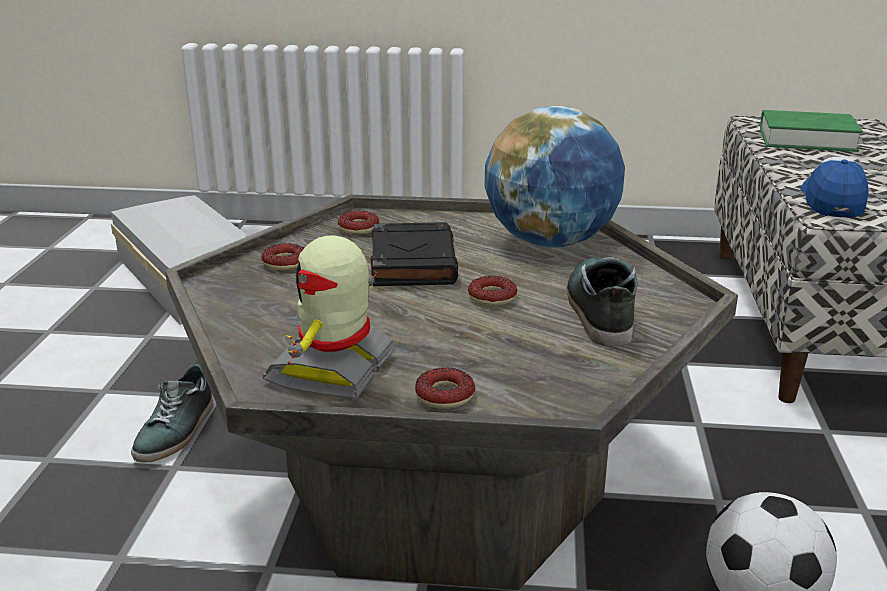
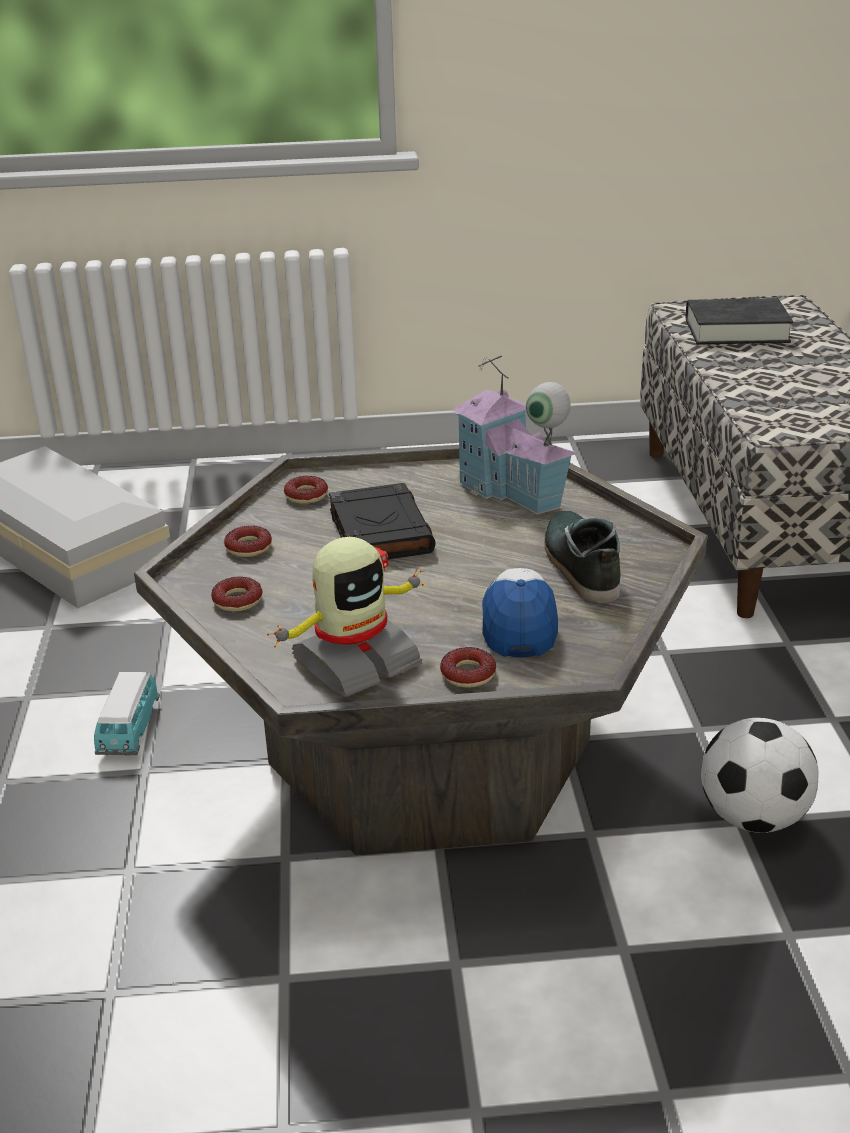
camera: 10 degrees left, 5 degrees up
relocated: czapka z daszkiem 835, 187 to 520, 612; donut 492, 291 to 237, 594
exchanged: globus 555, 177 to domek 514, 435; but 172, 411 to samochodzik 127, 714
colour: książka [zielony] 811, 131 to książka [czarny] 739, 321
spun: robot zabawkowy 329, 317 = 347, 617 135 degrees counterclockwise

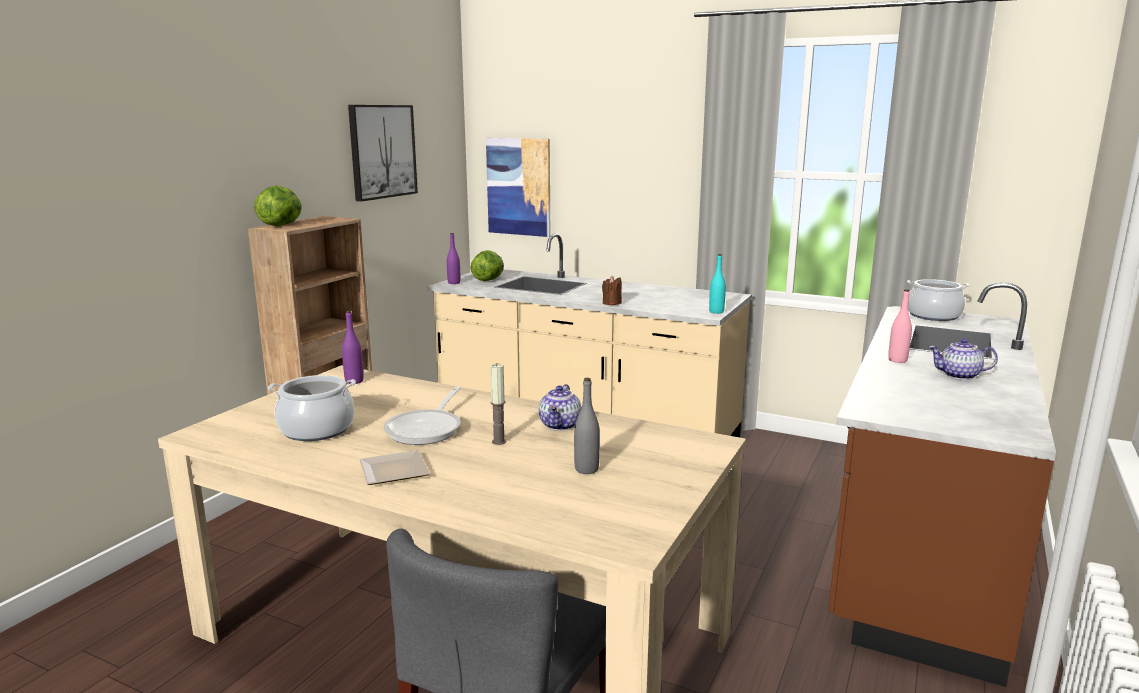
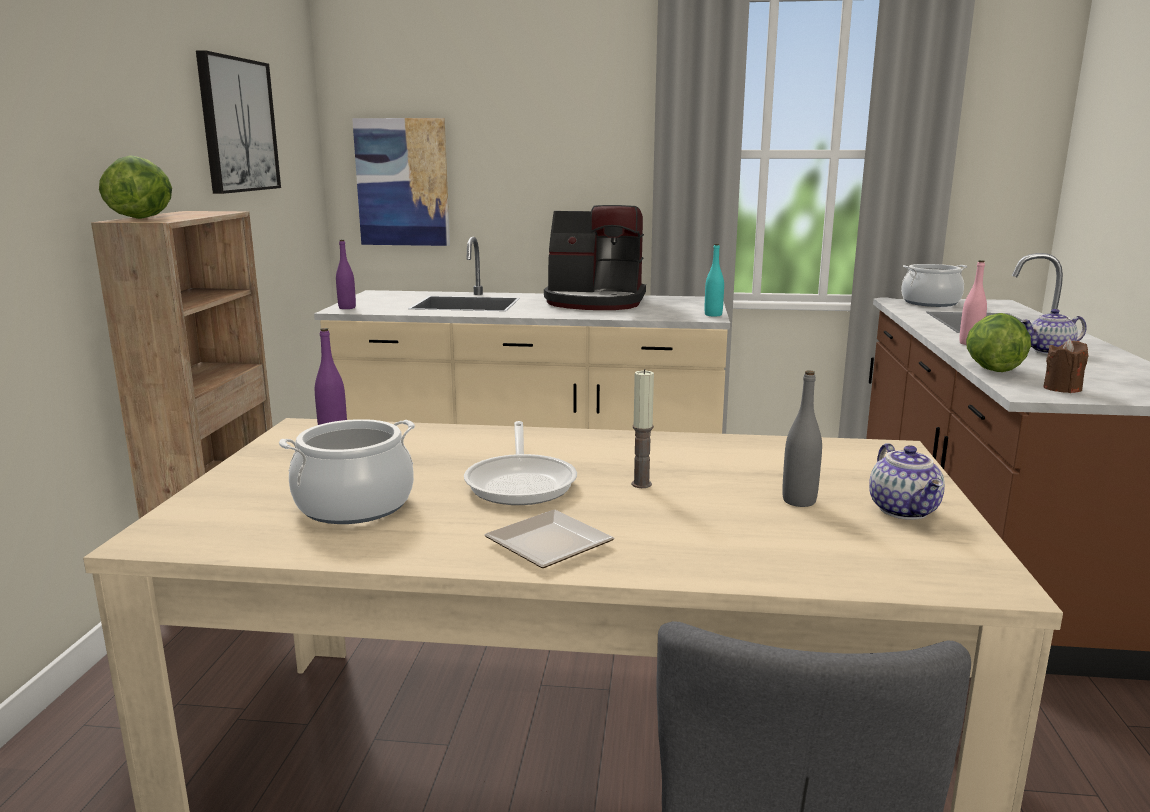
camera: 20 degrees left, 0 degrees up
appeared: ekspres do kawy 595, 257
relocated: sałata 487, 265 to 998, 342; świeca [brązowy] 612, 290 to 1065, 366; imbryk 560, 407 to 907, 481

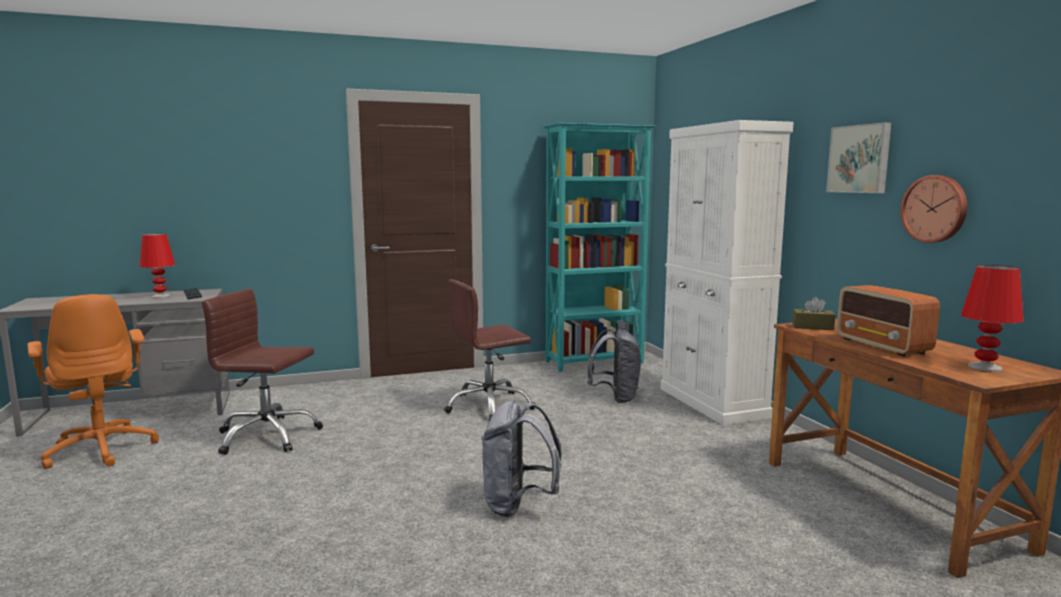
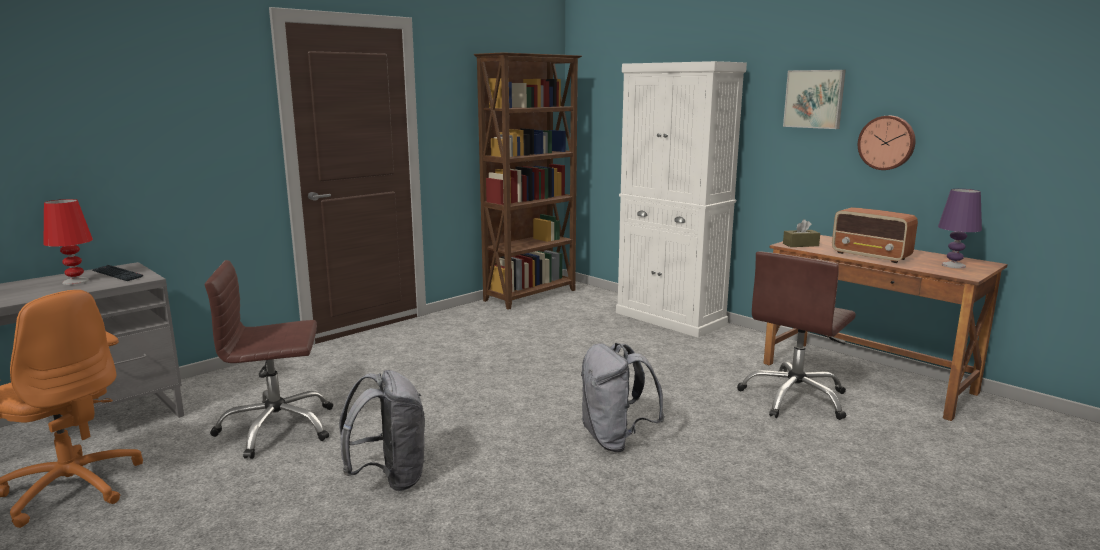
camera: 25 degrees left, 5 degrees up
relocated: krzesło biurowe [brązowy] 489, 350 to 796, 335; plecak [szary] 614, 365 to 382, 430
colour: regał [turkusowy] 599, 247 to regał [brązowy] 528, 181; lampa stołowa [czerwony] 992, 318 to lampa stołowa [fioletowy] 960, 228

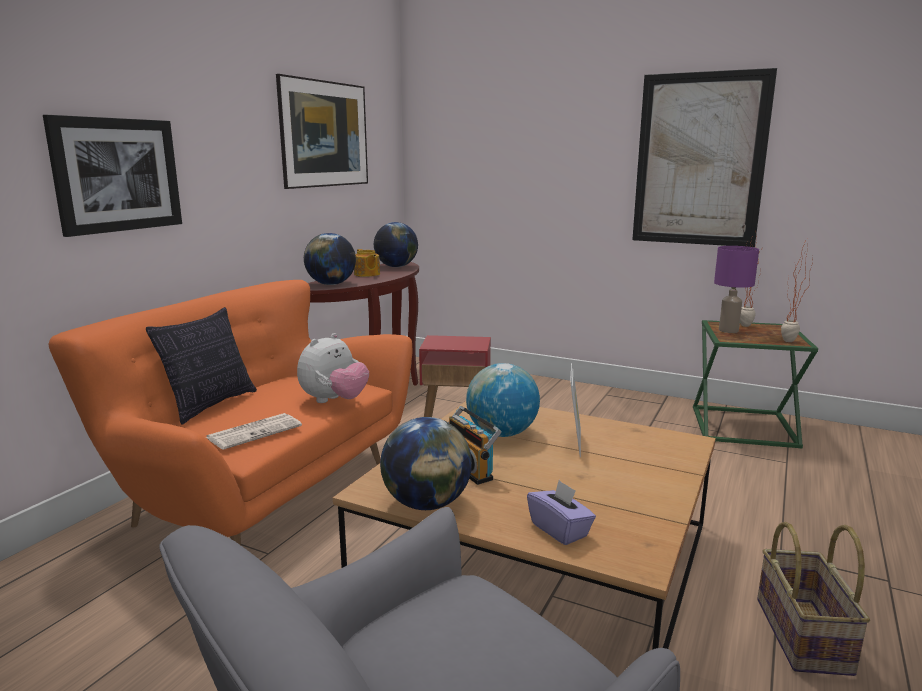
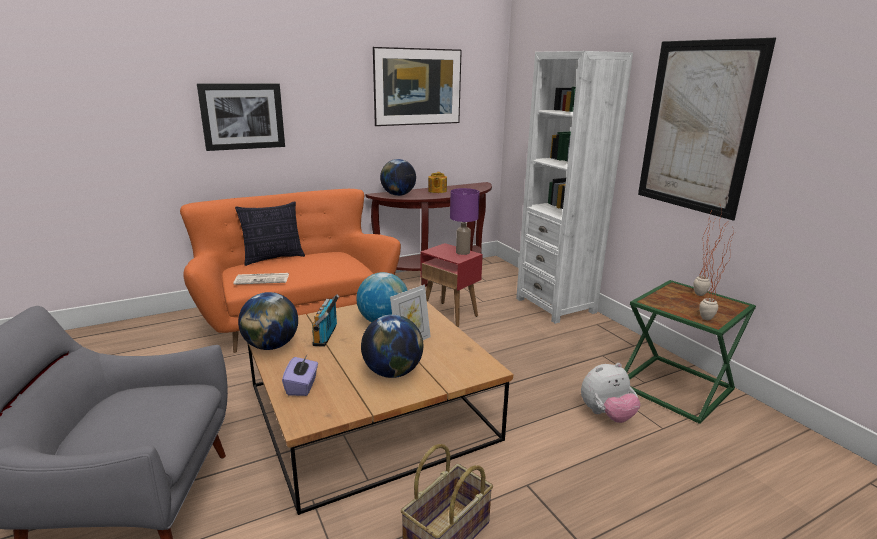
camera: 35 degrees right, 5 degrees up
appeared: regał [biały] 574, 187
relocated: globus 396, 244 to 392, 346; lampa stołowa [fioletowy] 736, 289 to 465, 221; pluszak 333, 368 to 611, 393

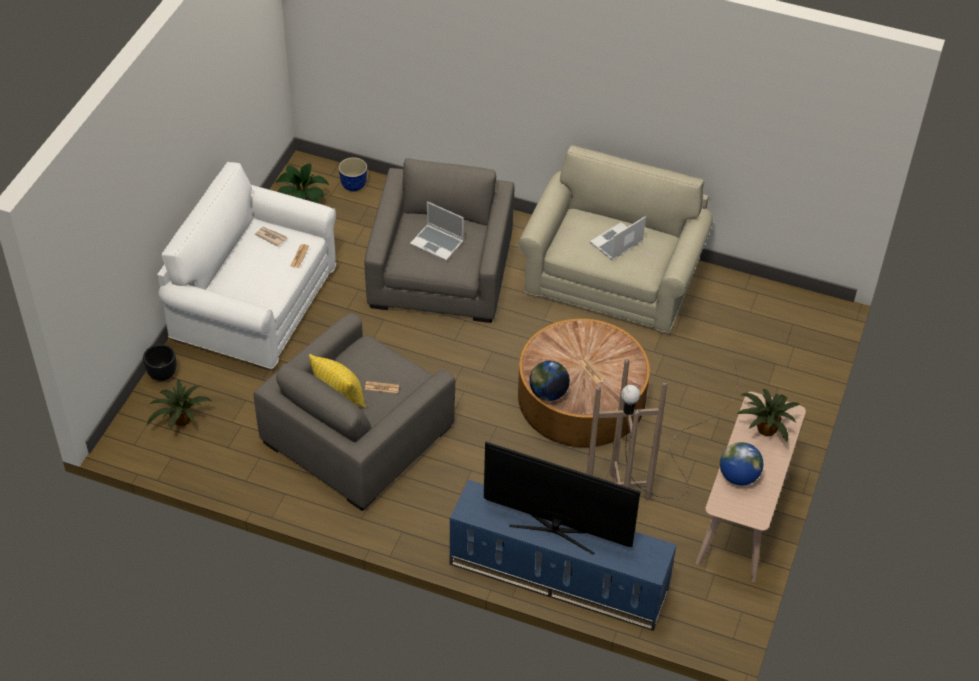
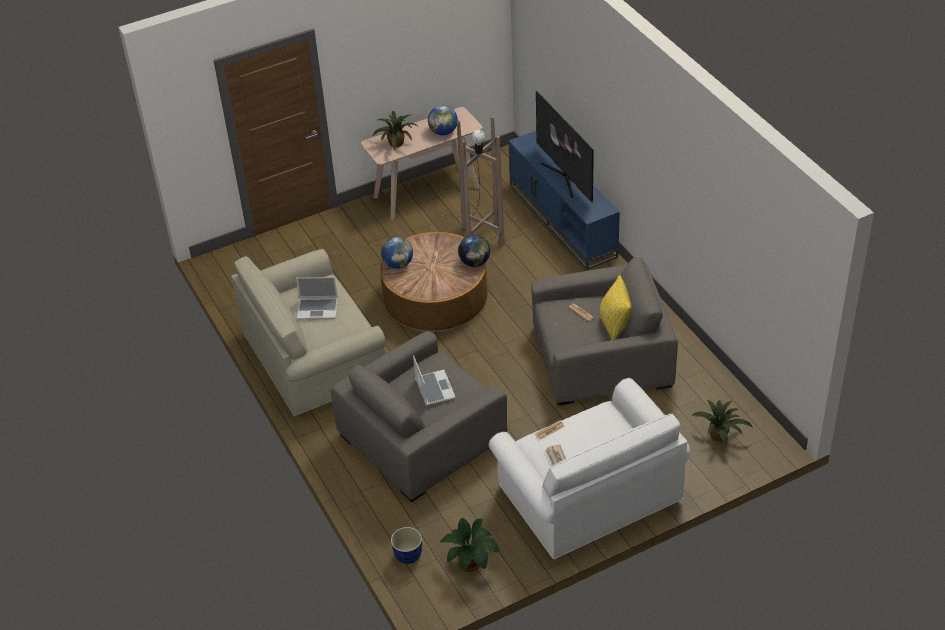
camera: 135 degrees left, 5 degrees down
missing: donica [czarny] 159, 362
appeared: globus 397, 253

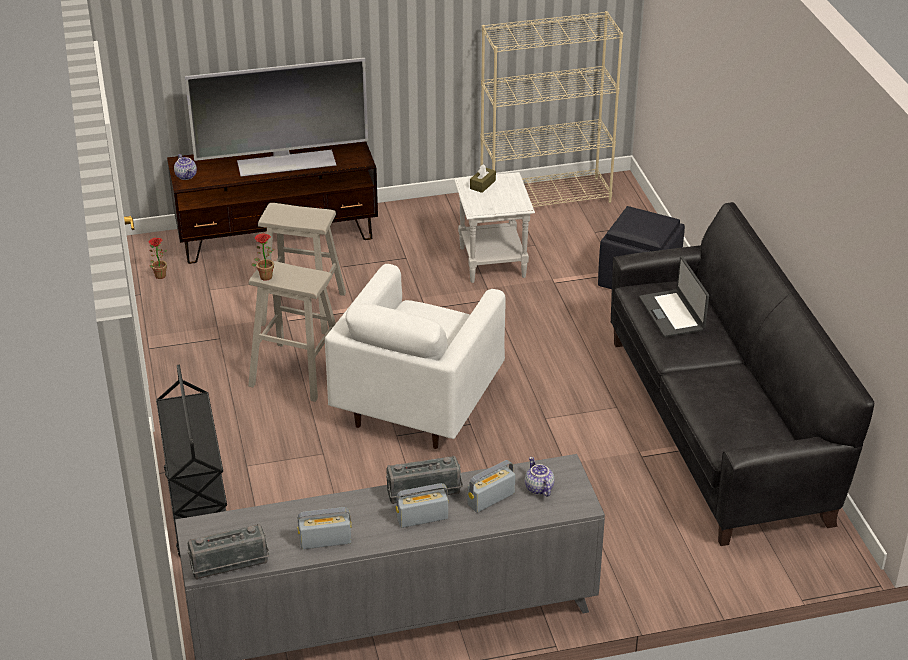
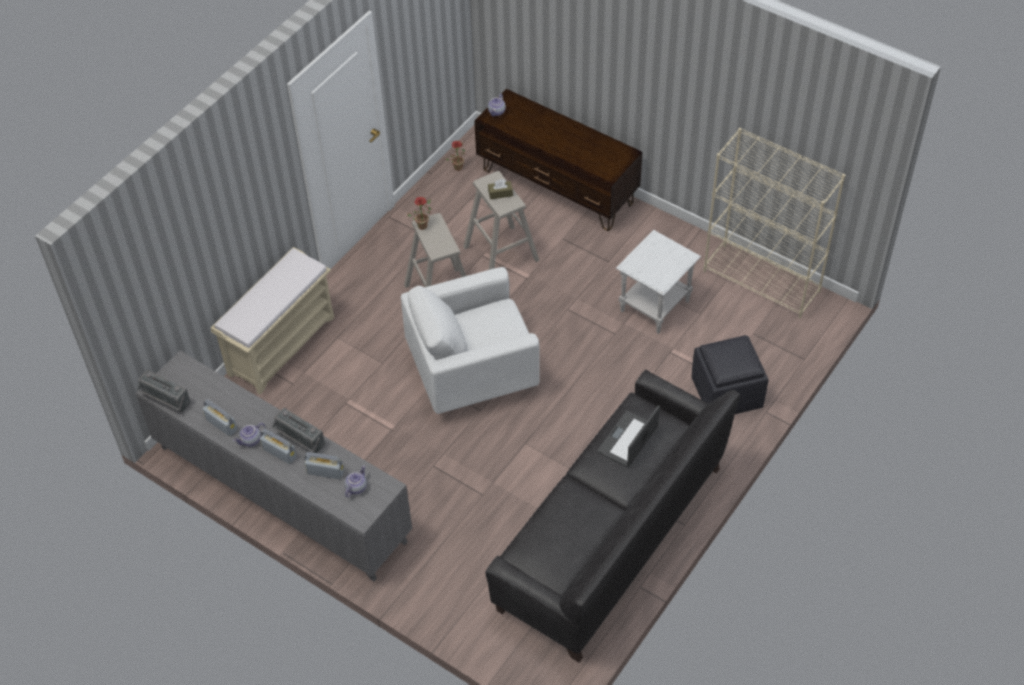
camera: 50 degrees right, 15 degrees up
missing: telewizor 276, 117
appeared: imbryk 249, 435
relocated: pudełko chusteczek [brązowy] 483, 178 to 500, 189
exchanged: wózek [czarny] 191, 461 to ławka [beżowy] 272, 321

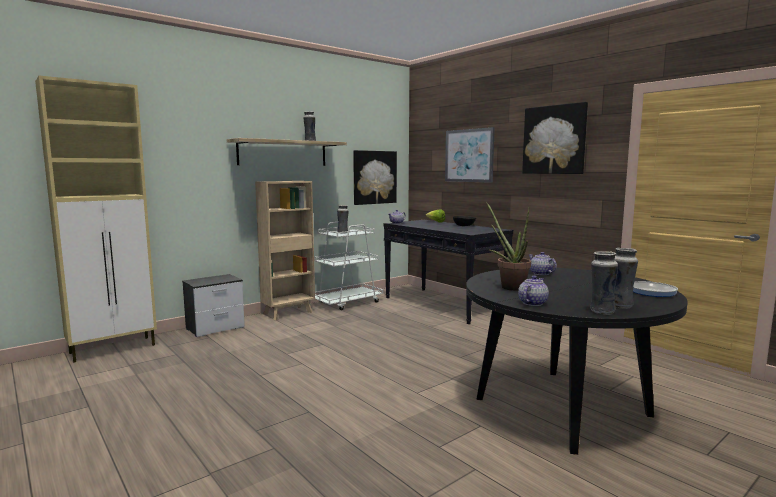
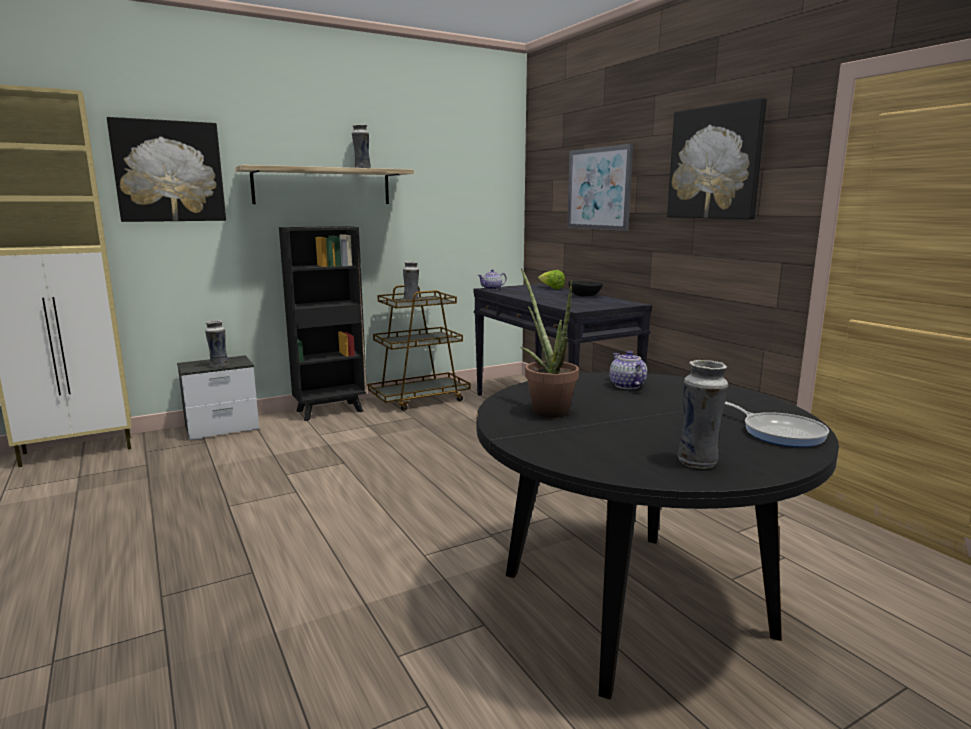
camera: 10 degrees right, 5 degrees up
missing: imbryk 533, 291
relocated: obraz 375, 177 to 166, 169; wazon 604, 283 to 217, 344
colour: regał [beżowy] 285, 250 to regał [czarny] 323, 323; wózek [biały] 348, 266 to wózek [brązowy] 419, 348

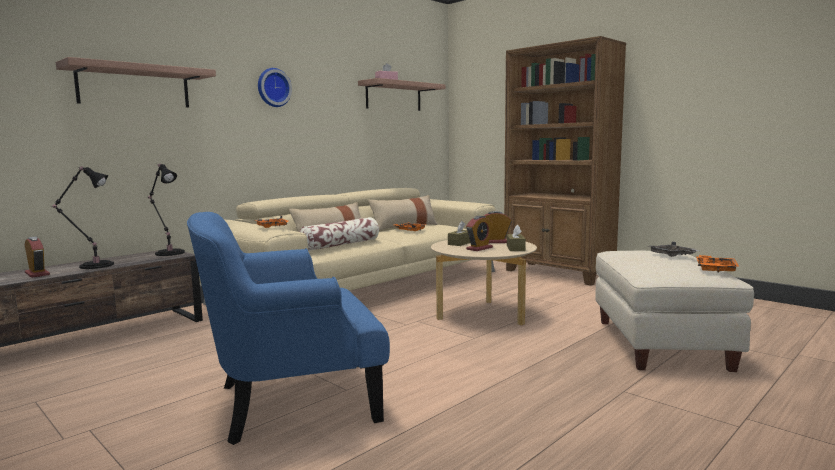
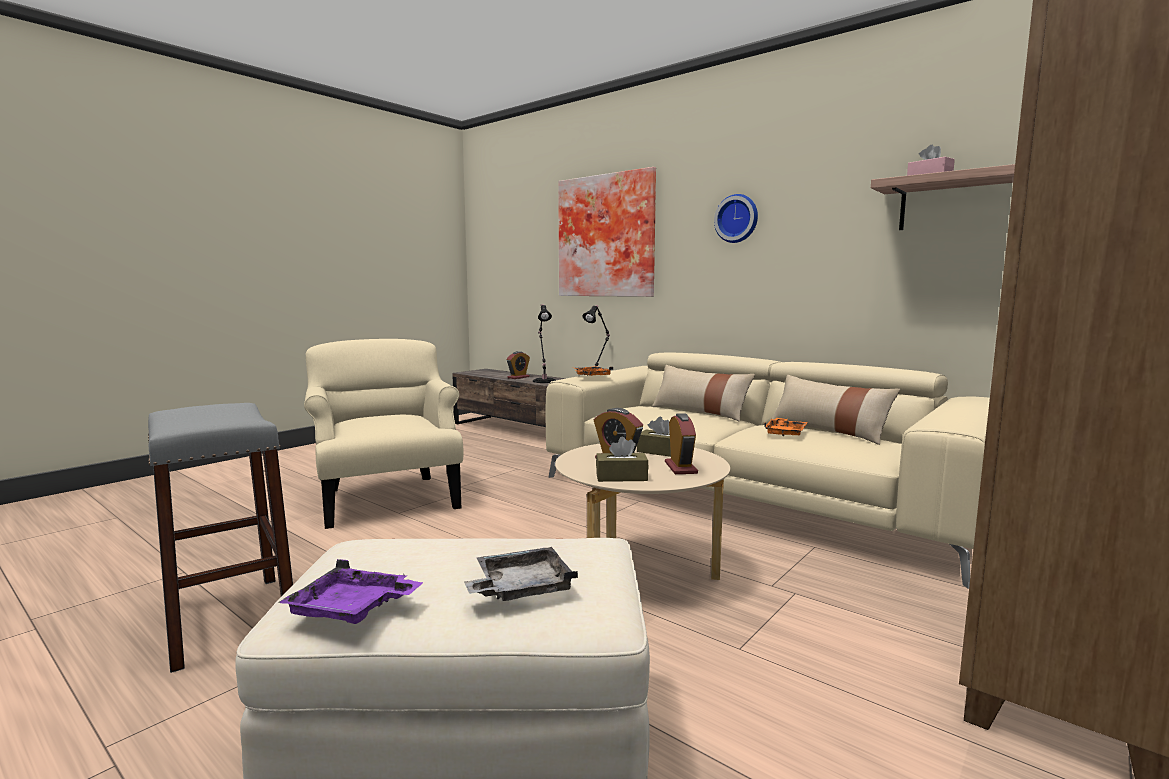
camera: 85 degrees right, 0 degrees up
missing: poduszka 339, 234
appeared: stołek [szary] 220, 538
exchanged: półka 136, 82 to obraz 607, 232
colour: fotel [niebieski] 288, 328 to fotel [beżowy] 383, 434; taca [pomarańczowy] 718, 264 to taca [fioletowy] 350, 591

